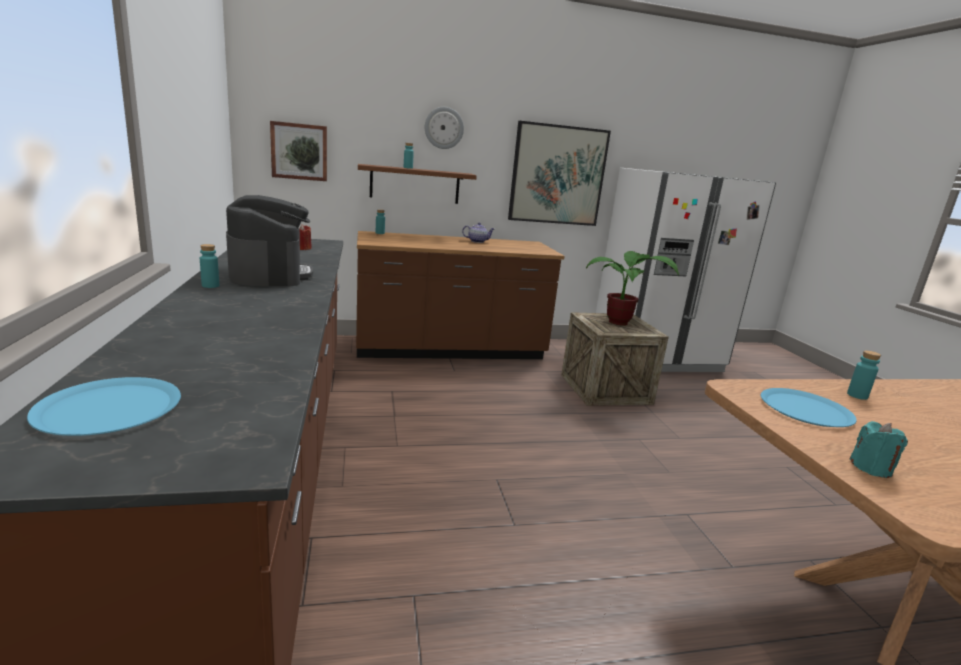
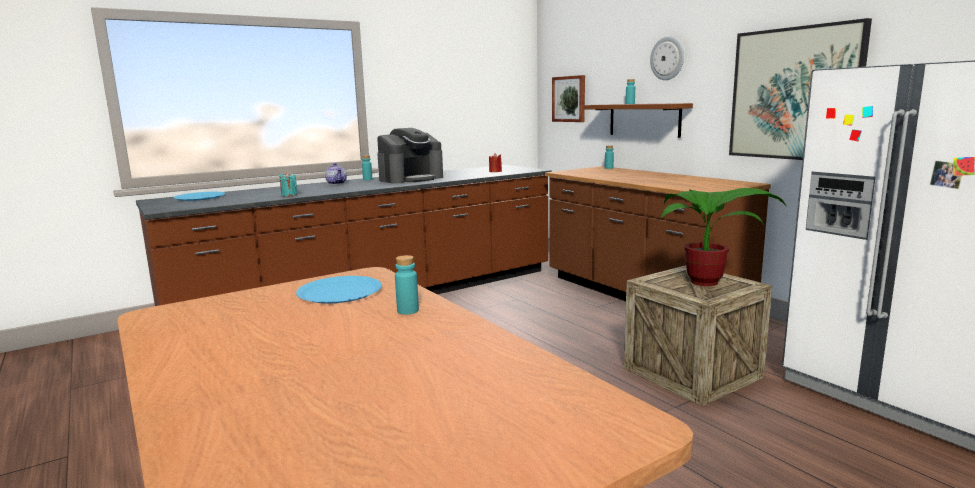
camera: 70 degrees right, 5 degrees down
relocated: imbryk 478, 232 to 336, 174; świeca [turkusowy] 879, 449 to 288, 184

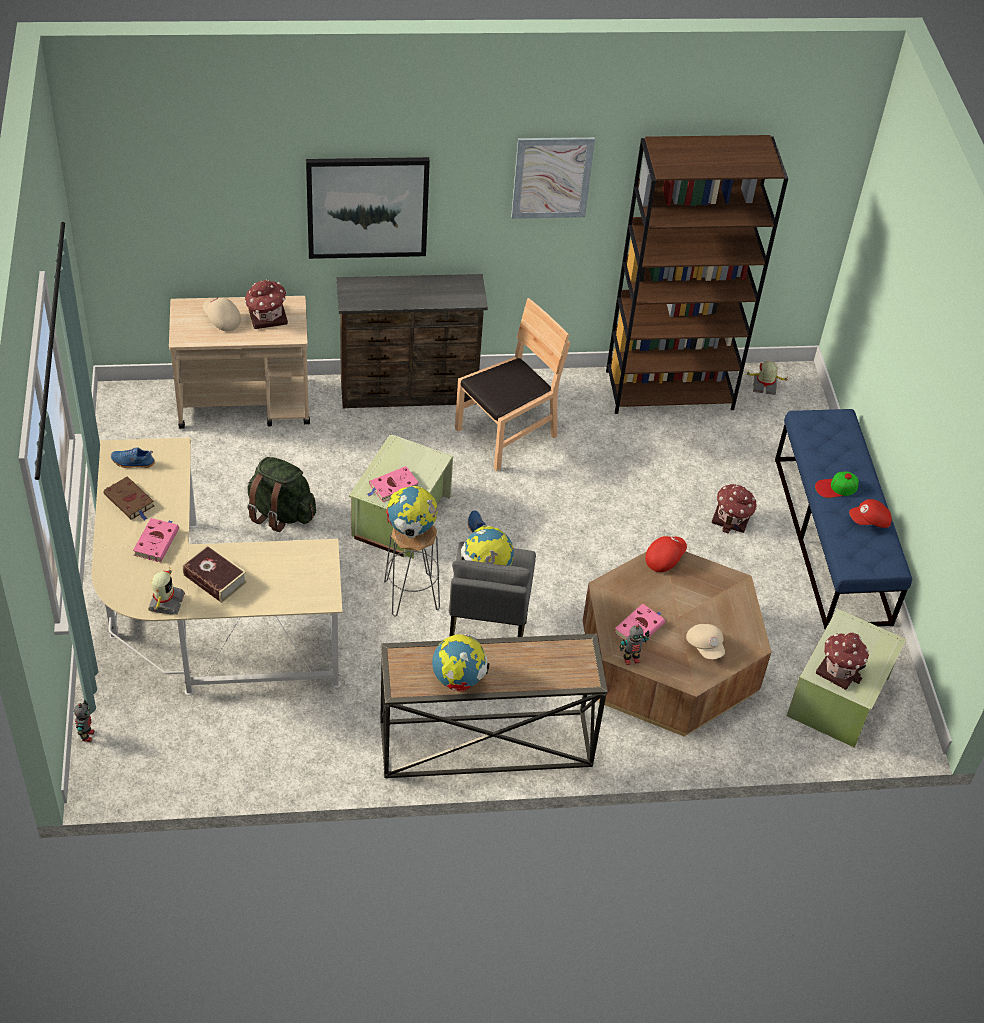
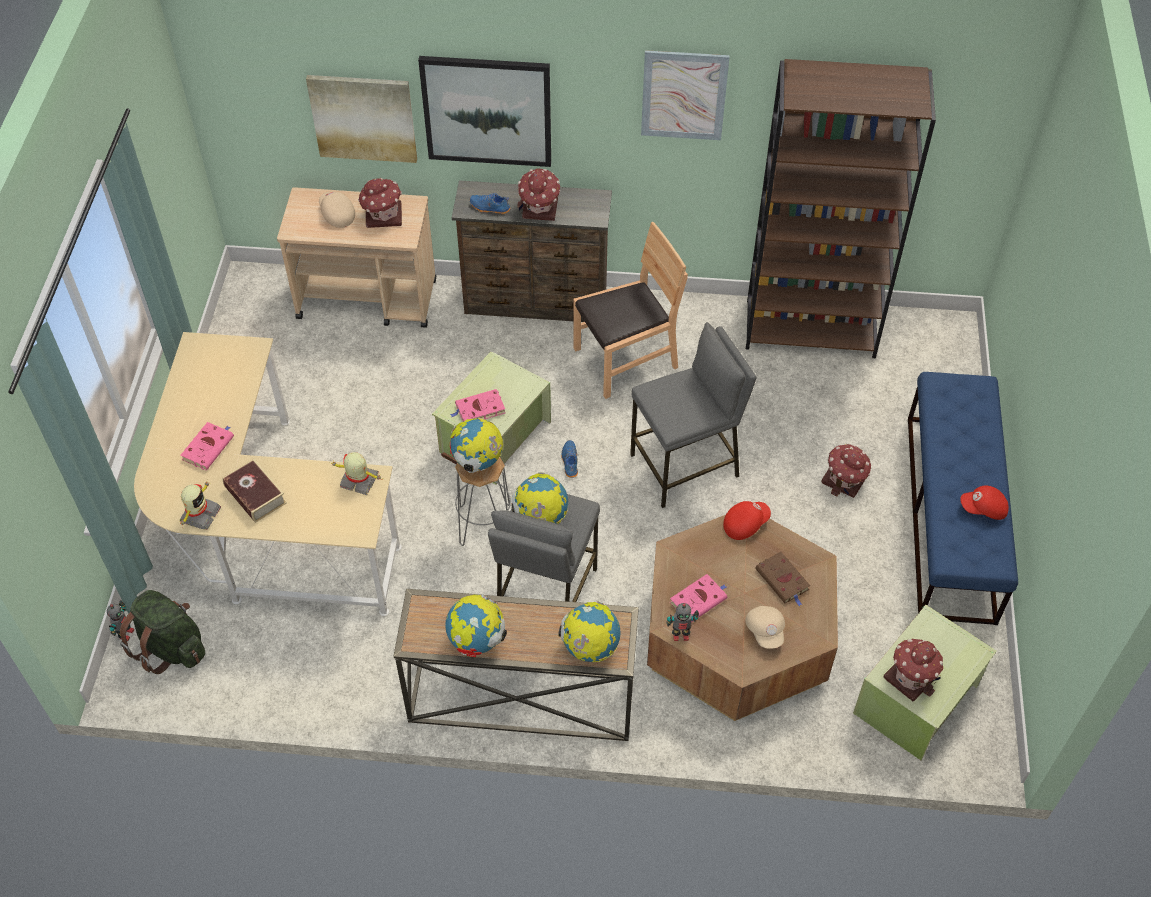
camera: 15 degrees right, 5 degrees up
missing: czapka z daszkiem 837, 485
appeared: obraz 361, 119; domek 539, 194; stołek [szary] 693, 415; globus 590, 632
relocated: robot zabawkowy 767, 378 to 357, 473; but [niebieski] 133, 457 to 490, 203; plecak [zielony] 281, 494 to 162, 632; książka [brązowy] 128, 498 to 782, 579

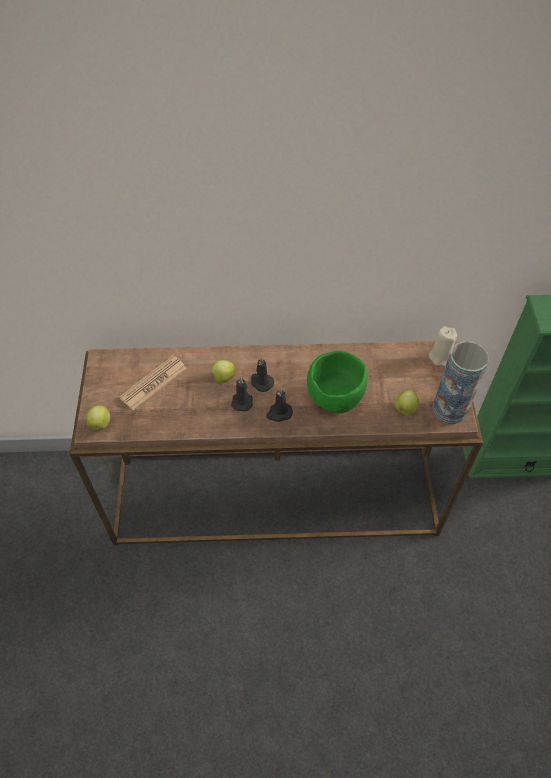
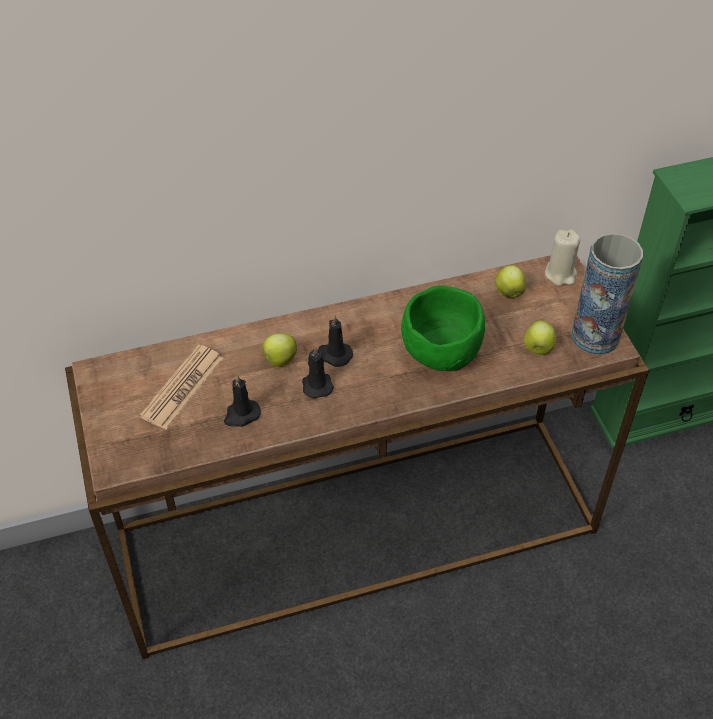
camera: 15 degrees left, 5 degrees down
relocated: świeca [czarny] 279, 405 to 242, 400; jabłko 98, 418 to 510, 282

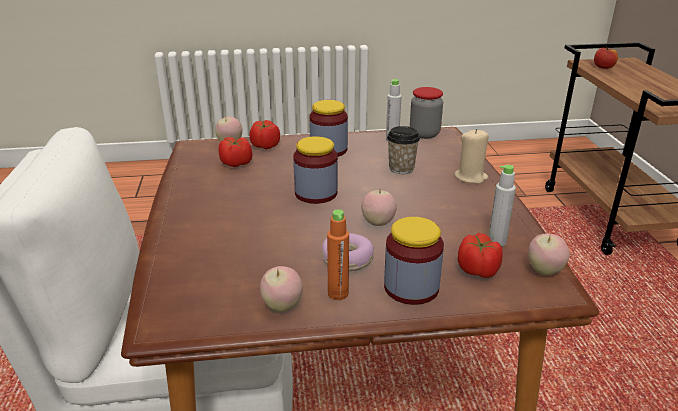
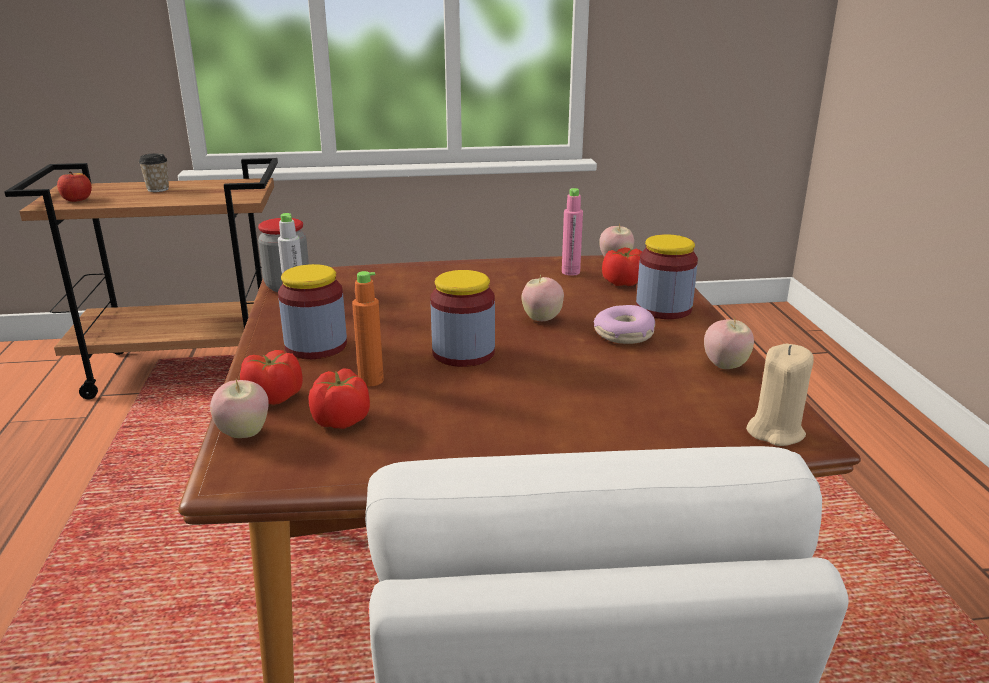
camera: 90 degrees left, 5 degrees down
relocated: filiżanka 403, 150 to 154, 172; świeca [beżowy] 471, 156 to 780, 395; butelka [pomarańczowy] 338, 255 to 368, 328
colour: butelka [szary] 502, 206 to butelka [różowy] 572, 232

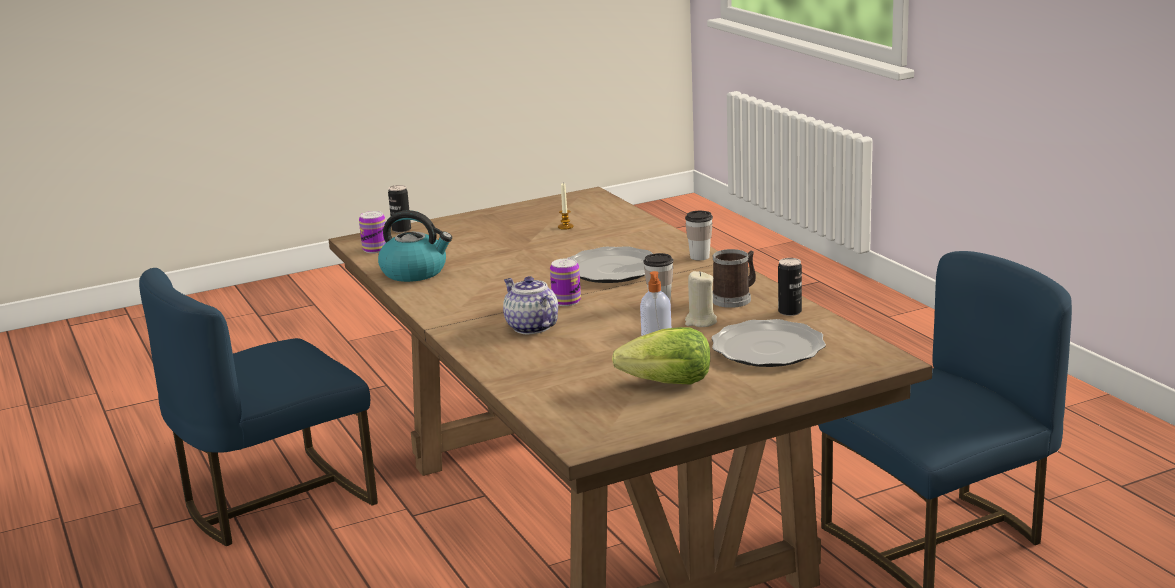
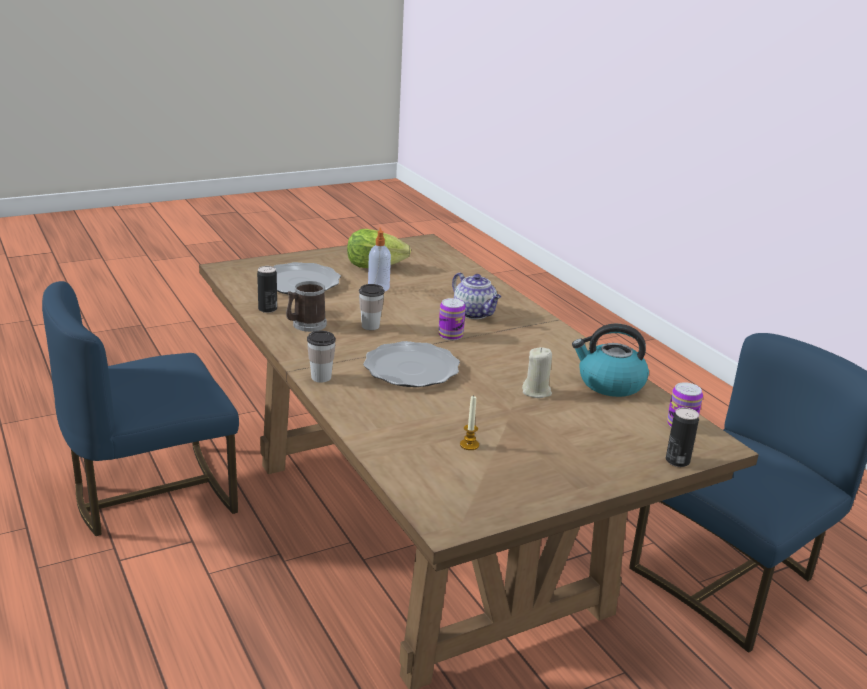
camera: 175 degrees right, 5 degrees up
relocated: świeca [beżowy] 701, 299 to 537, 372

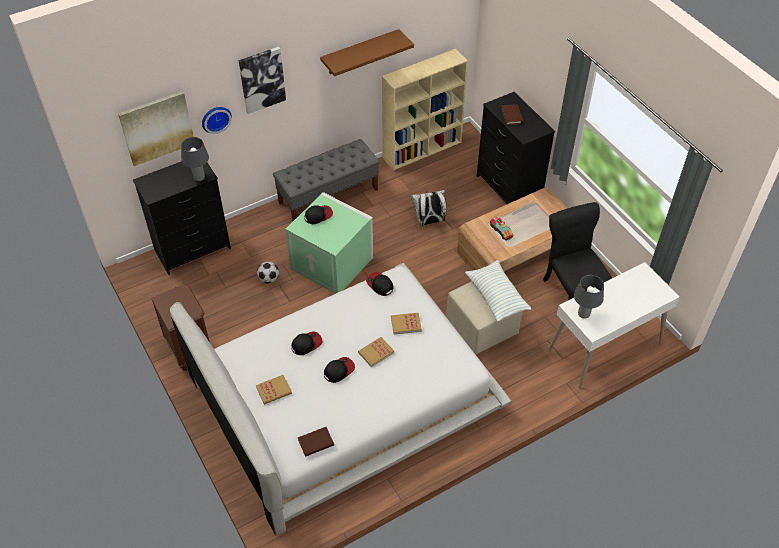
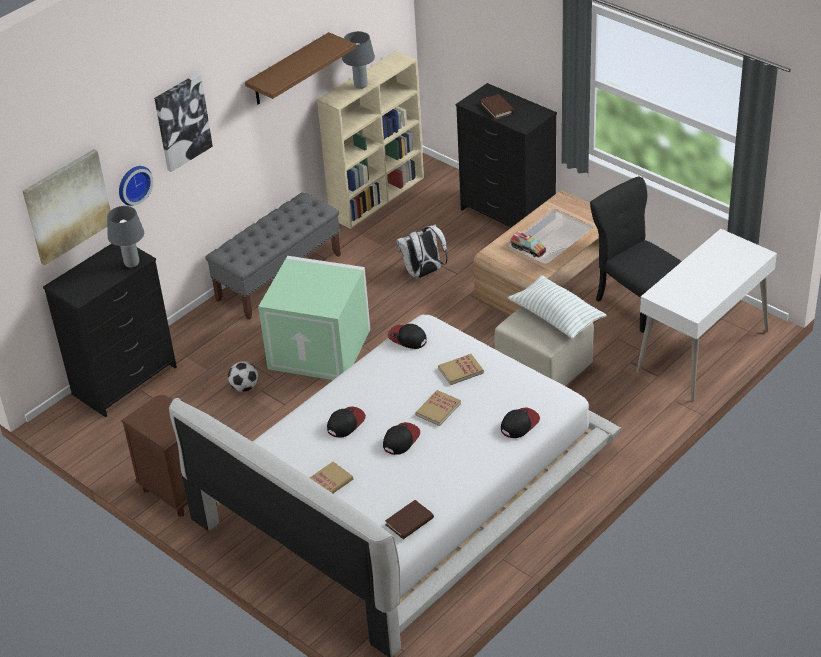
camera: 15 degrees left, 10 degrees down
relocated: czapka z daszkiem 318, 214 to 520, 422; lampa stołowa [szary] 589, 297 to 358, 60

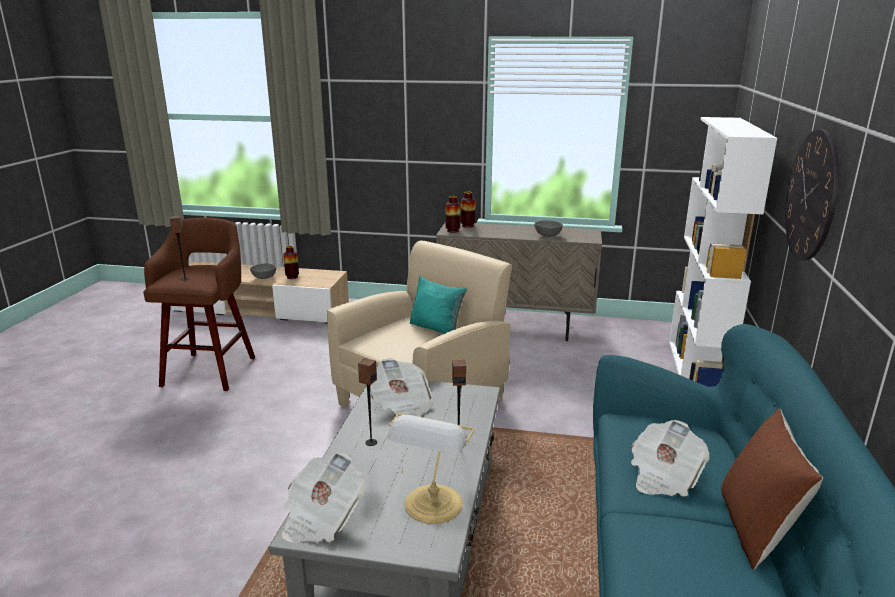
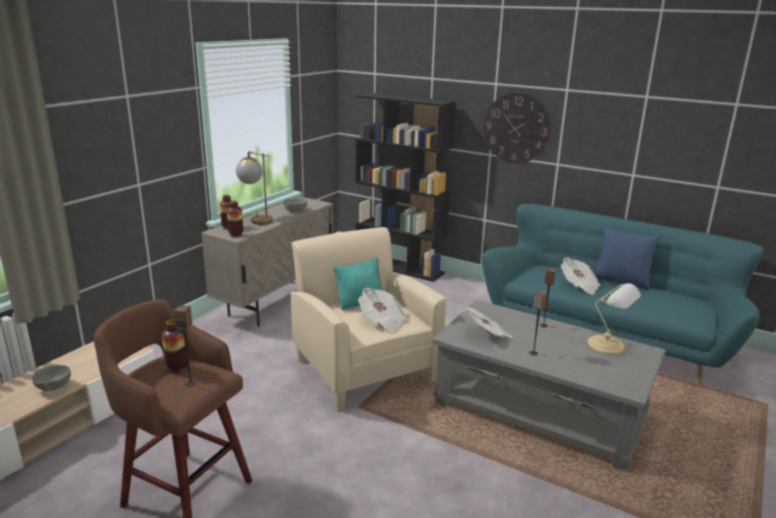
camera: 70 degrees left, 0 degrees up
appeared: lampa stołowa 254, 188
relocated: wazon 291, 262 to 175, 346; gazeta 323, 497 to 382, 310
colour: regał [biały] 723, 252 to regał [czarny] 405, 187; poduszka [brązowy] 772, 489 to poduszka [niebieski] 627, 258

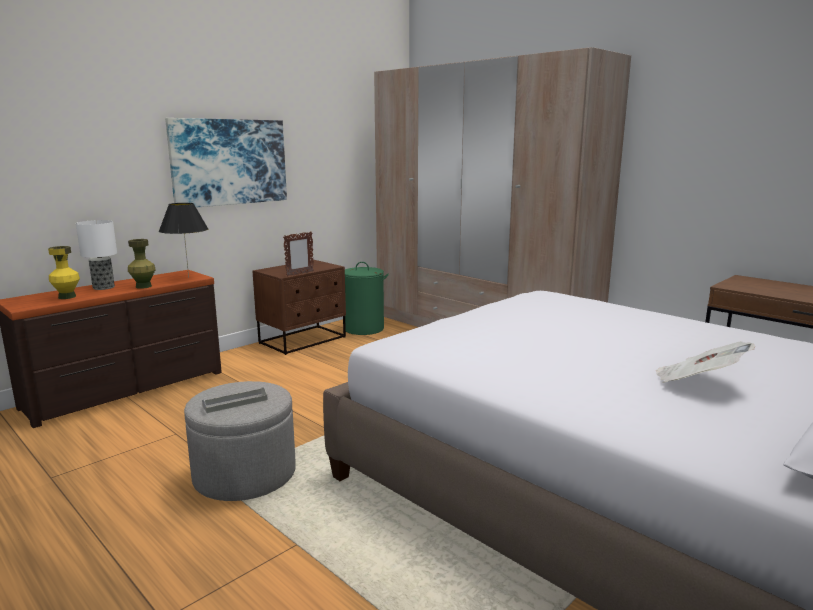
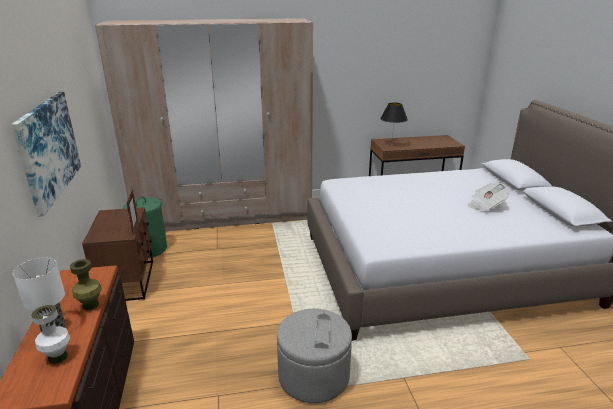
camera: 55 degrees left, 10 degrees up
relocated: lampa stołowa [czarny] 183, 240 to 394, 120
colour: wazon [żółty] 64, 272 to wazon [biały] 50, 334

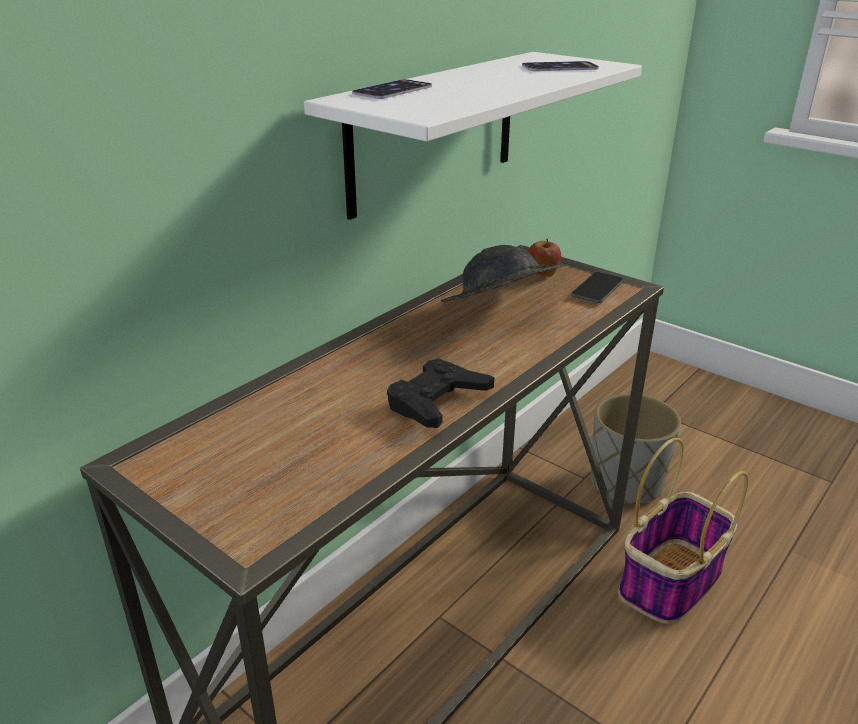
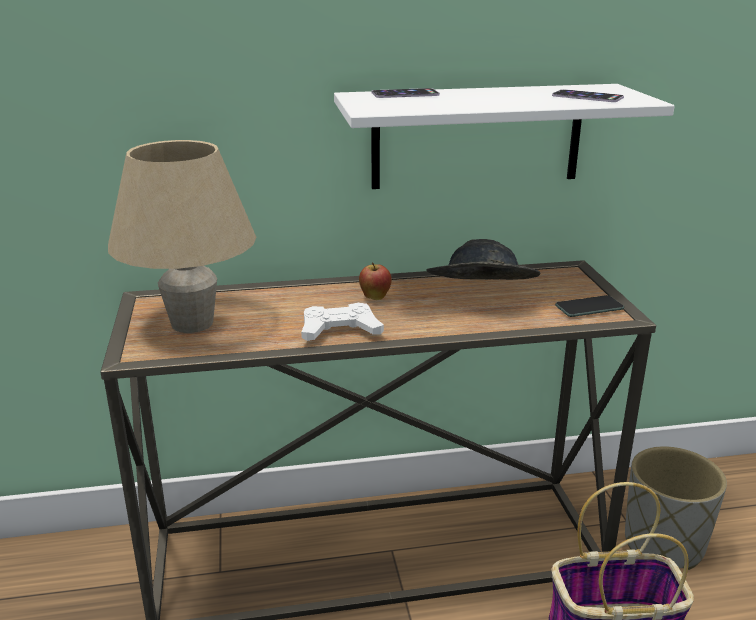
camera: 40 degrees right, 5 degrees down
appeared: lampa stołowa [beżowy] 182, 236
relocated: jabłko 544, 258 to 375, 281
colour: pad do gier [czarny] 440, 393 to pad do gier [biały] 342, 322

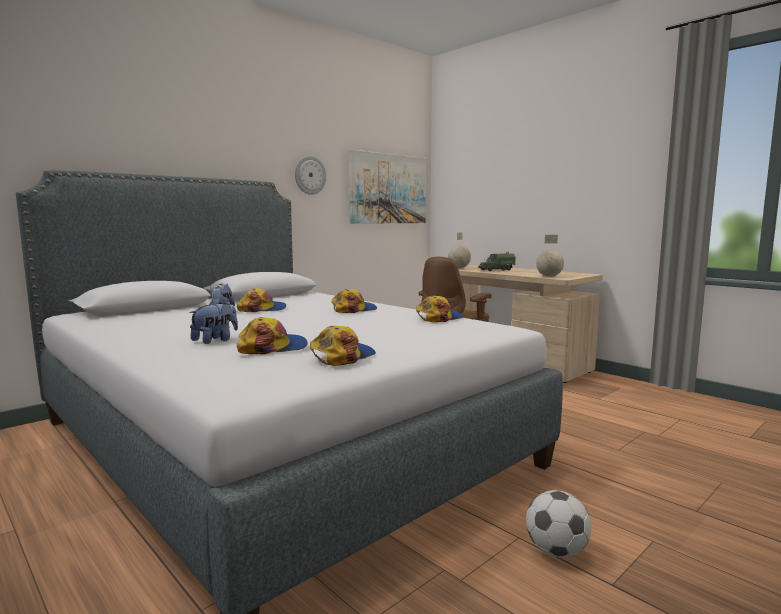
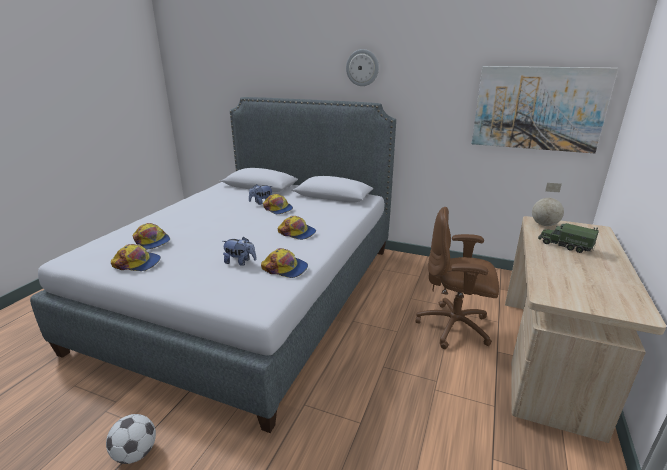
camera: 65 degrees right, 15 degrees up
missing: globus 550, 256
relocated: zegar ścienny 310, 175 to 362, 67; pluszak 213, 323 to 240, 251

